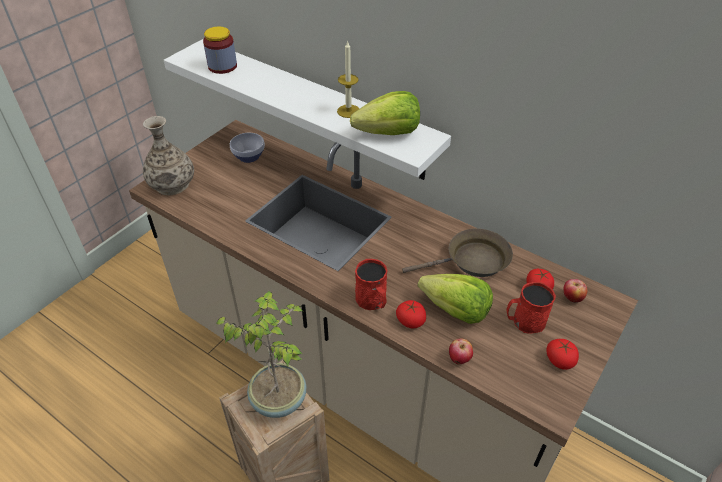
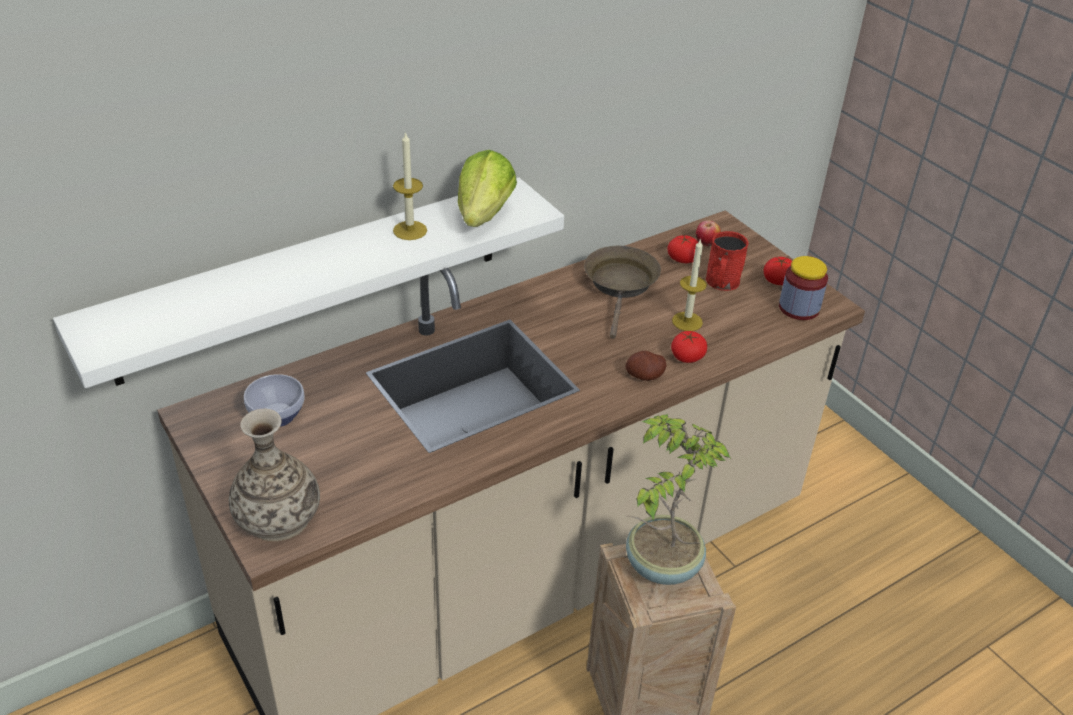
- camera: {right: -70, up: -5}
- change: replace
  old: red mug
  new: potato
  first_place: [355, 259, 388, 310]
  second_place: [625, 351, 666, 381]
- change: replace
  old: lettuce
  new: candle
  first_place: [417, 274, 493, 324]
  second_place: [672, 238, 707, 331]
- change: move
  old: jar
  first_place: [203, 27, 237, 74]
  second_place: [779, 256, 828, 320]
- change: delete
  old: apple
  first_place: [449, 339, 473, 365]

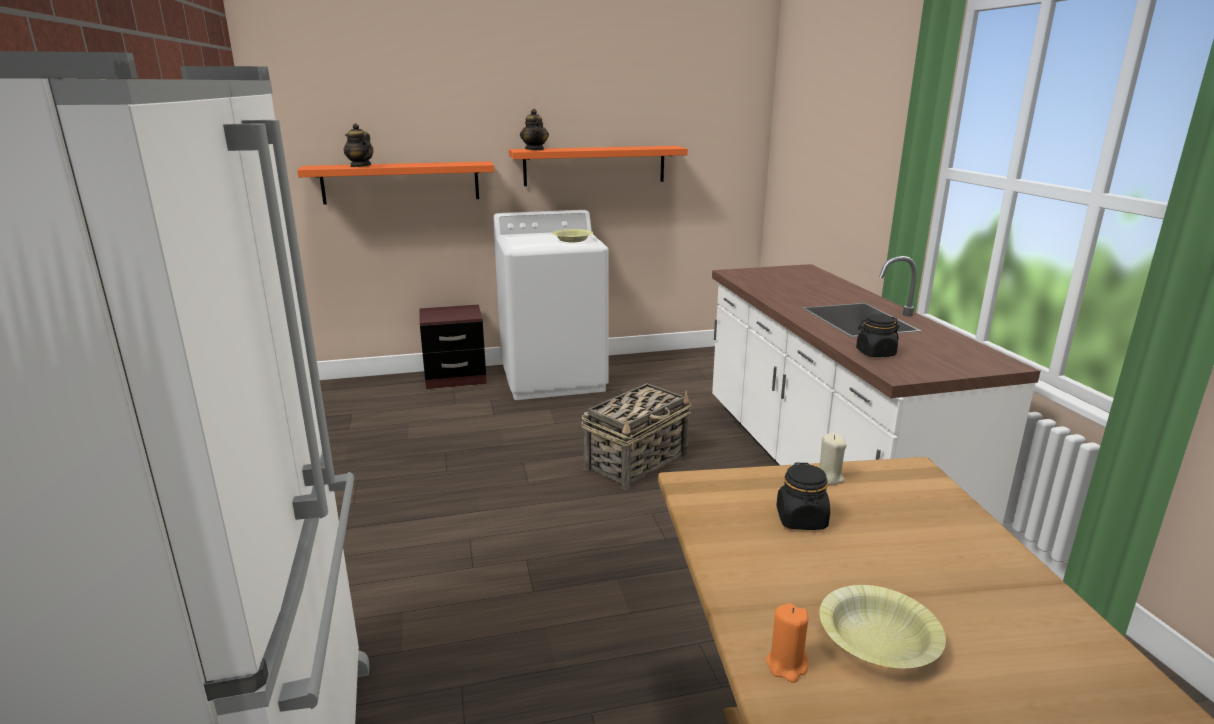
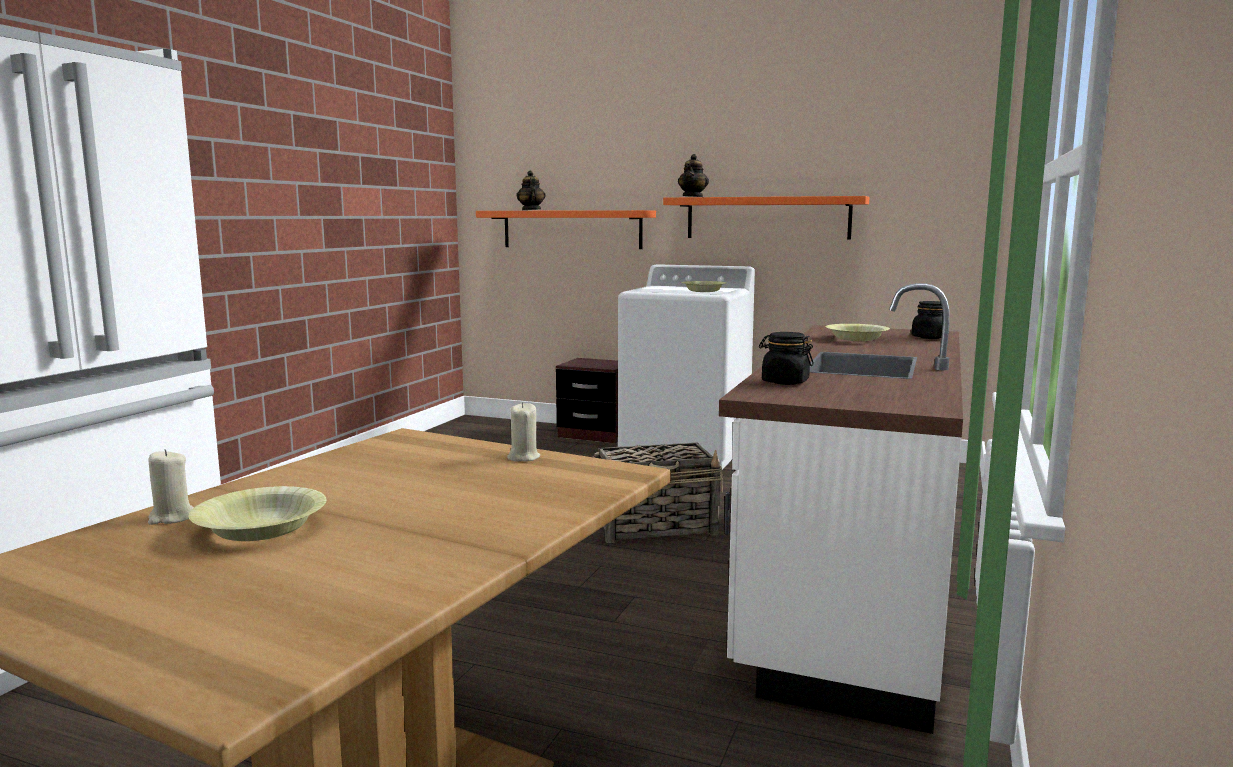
- camera: {right: 35, up: -10}
- change: recolor
  old: orange candle
  new: beige candle
  first_place: [766, 603, 808, 683]
  second_place: [148, 449, 194, 525]
- change: insert
  new: yellow bowl
  second_place: [825, 324, 890, 341]
- change: move
  old: black jar
  first_place: [776, 463, 830, 530]
  second_place: [911, 301, 943, 339]

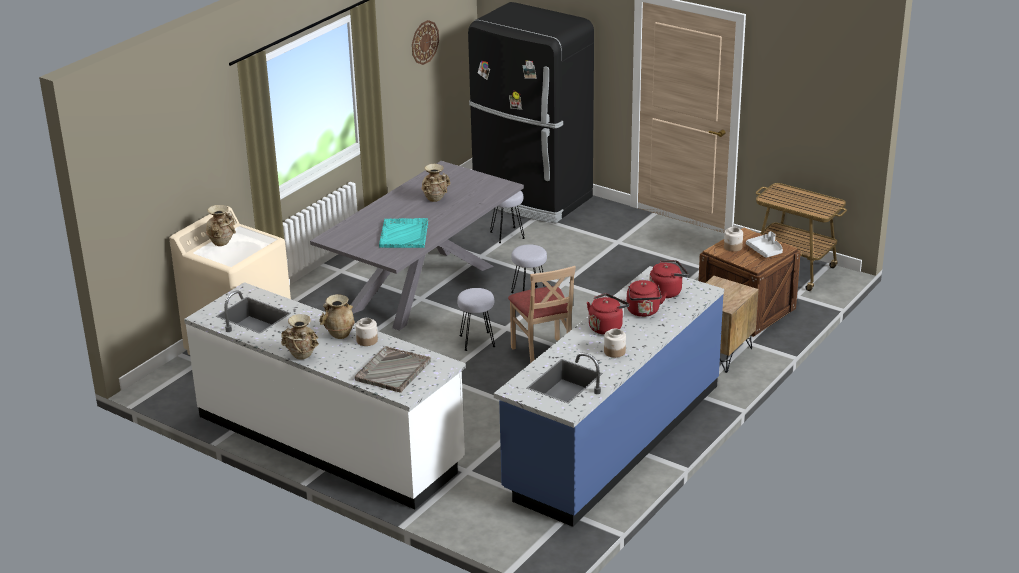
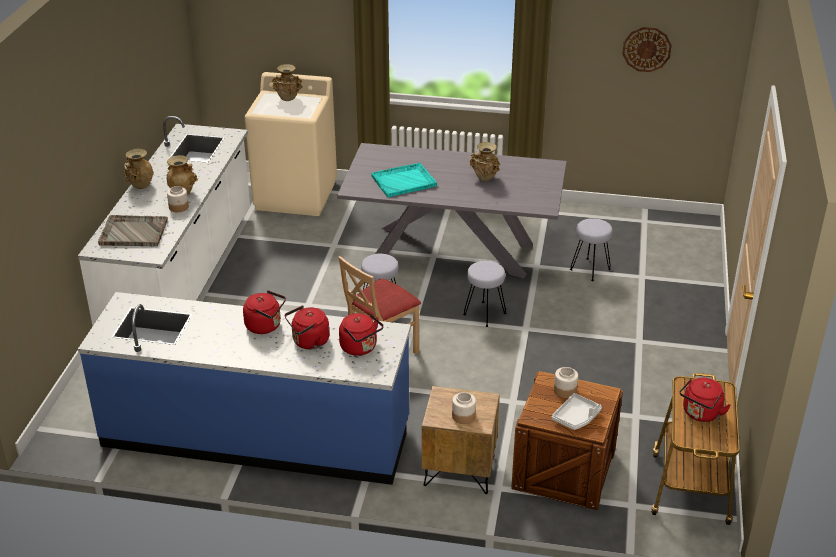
- camera: {right: 65, up: 5}
- change: move
  old: jar
  first_place: [604, 329, 626, 358]
  second_place: [452, 392, 476, 424]
- change: insert
  new: red kettle
  second_place: [680, 378, 731, 422]
- change: delete
  old: black fridge
  first_place: [468, 2, 594, 223]

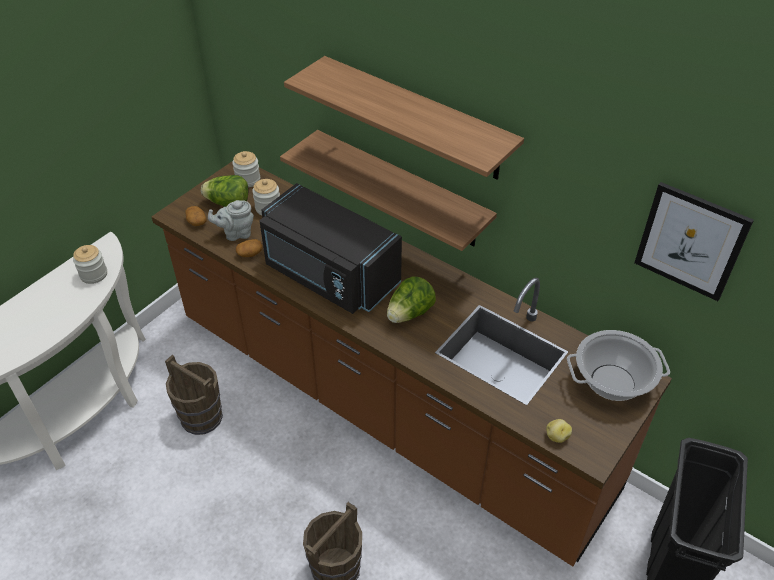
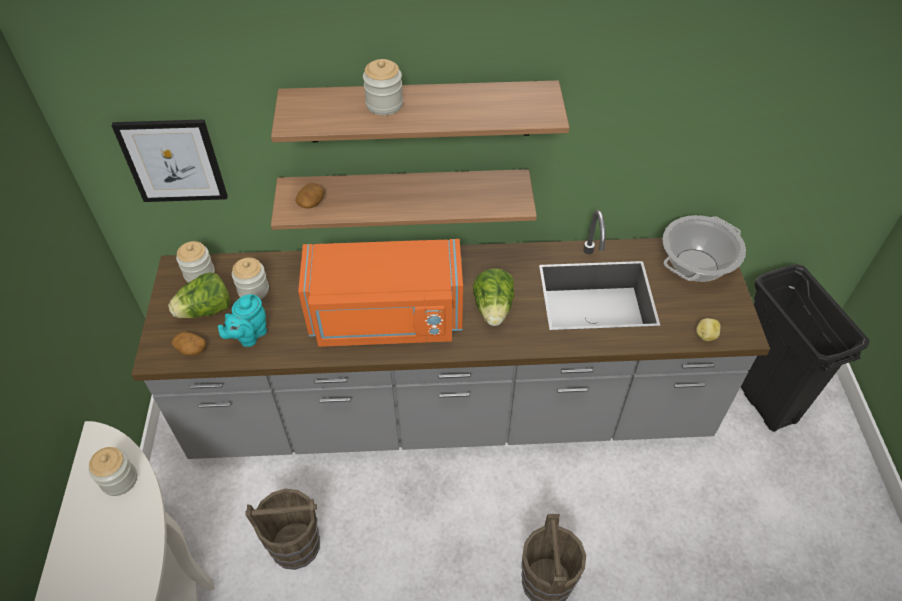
- camera: {right: -40, up: 5}
- change: move
  old: picture
  first_place: [634, 182, 754, 301]
  second_place: [111, 119, 228, 202]
- change: recolor
  old: brown counter
  new: grey counter
  first_place: [151, 161, 672, 566]
  second_place: [131, 210, 770, 459]
- change: recolor
  old: grey teapot
  new: turquoise teapot
  first_place: [208, 200, 254, 241]
  second_place: [218, 294, 267, 347]
- change: move
  old: potato
  first_place: [236, 239, 263, 257]
  second_place: [295, 183, 324, 209]
- change: recolor
  old: black microwave
  new: orange microwave
  first_place: [260, 183, 402, 314]
  second_place: [298, 239, 463, 347]
- change: insert
  new: jar
  second_place: [363, 59, 403, 115]

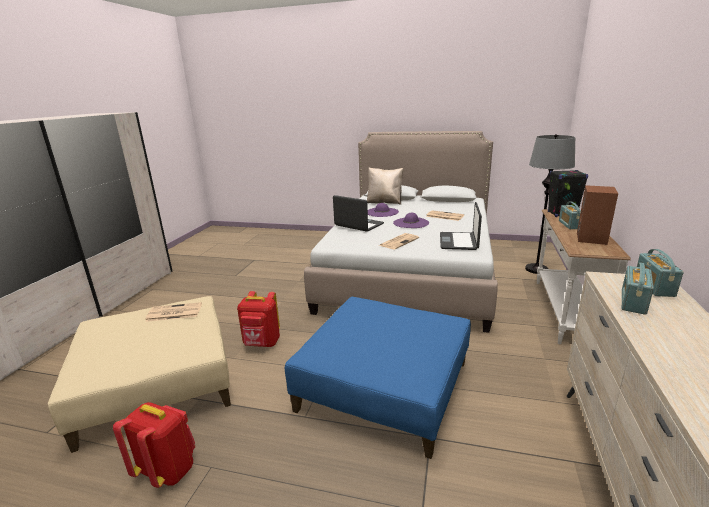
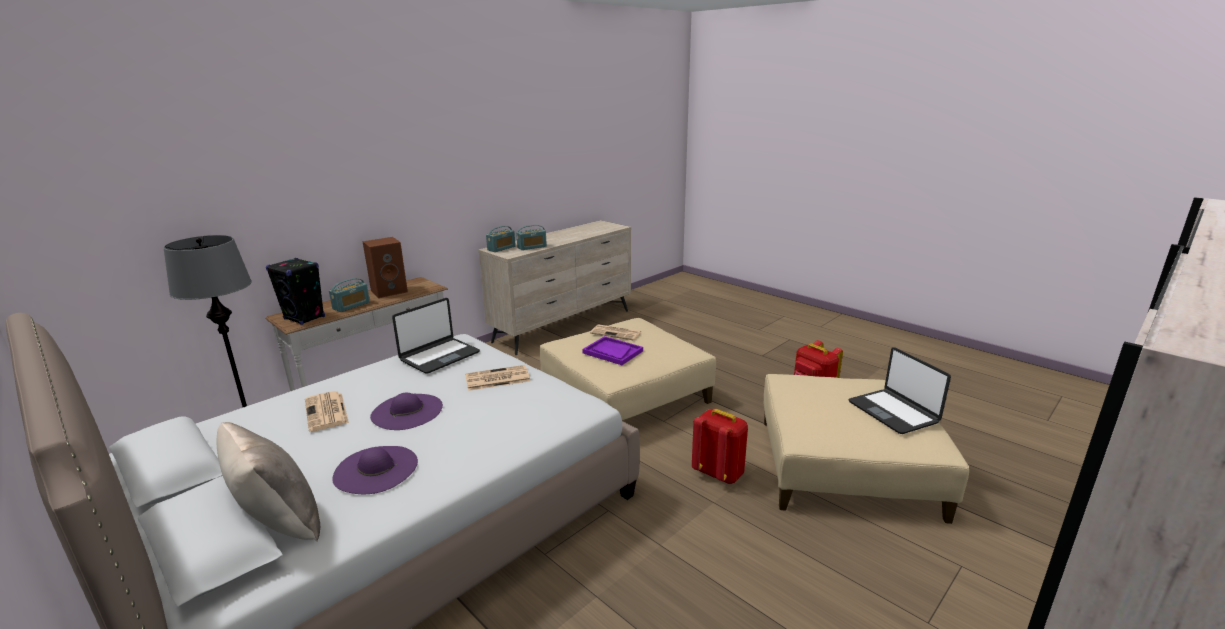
- camera: {right: -150, up: 0}
- change: recolor
  old: blue ottoman
  new: beige ottoman
  first_place: [285, 297, 471, 459]
  second_place: [540, 318, 716, 420]
- change: insert
  new: purple tray
  second_place: [582, 336, 643, 365]
- change: move
  old: newspaper
  first_place: [145, 302, 202, 322]
  second_place: [590, 324, 641, 340]
- change: move
  old: laptop
  first_place: [333, 195, 384, 232]
  second_place: [849, 347, 951, 434]

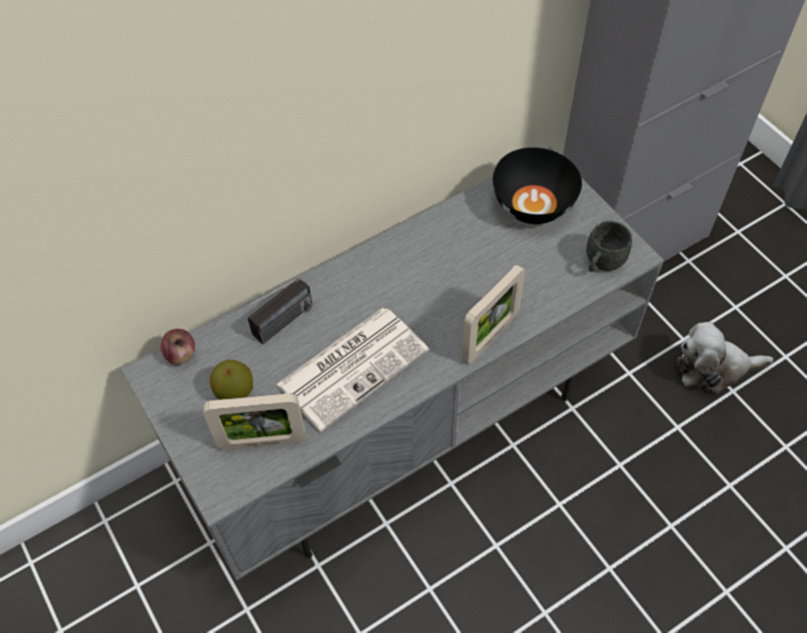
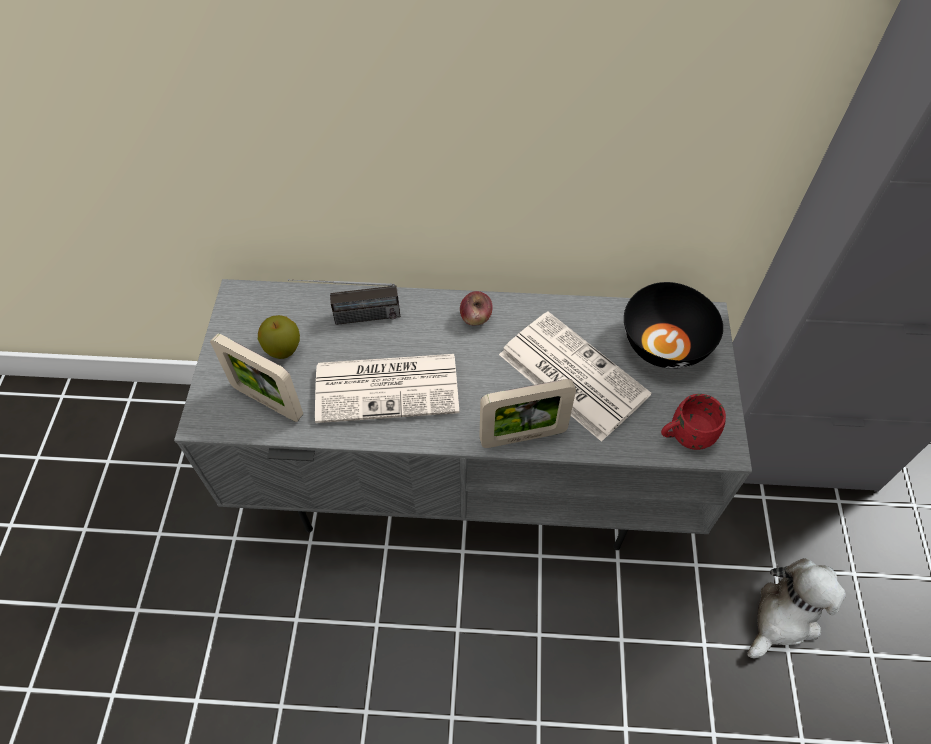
- camera: {right: 35, up: 0}
- change: move
  old: apple
  first_place: [161, 329, 195, 365]
  second_place: [460, 291, 493, 325]
- change: insert
  new: newspaper
  second_place: [499, 312, 651, 442]
- change: recolor
  old: grey mug
  new: red mug
  first_place: [586, 221, 632, 272]
  second_place: [661, 394, 726, 450]
- change: rotate
  old: plush toy
  first_place: [677, 322, 773, 394]
  second_place: [747, 558, 846, 659]
  degrees: 105

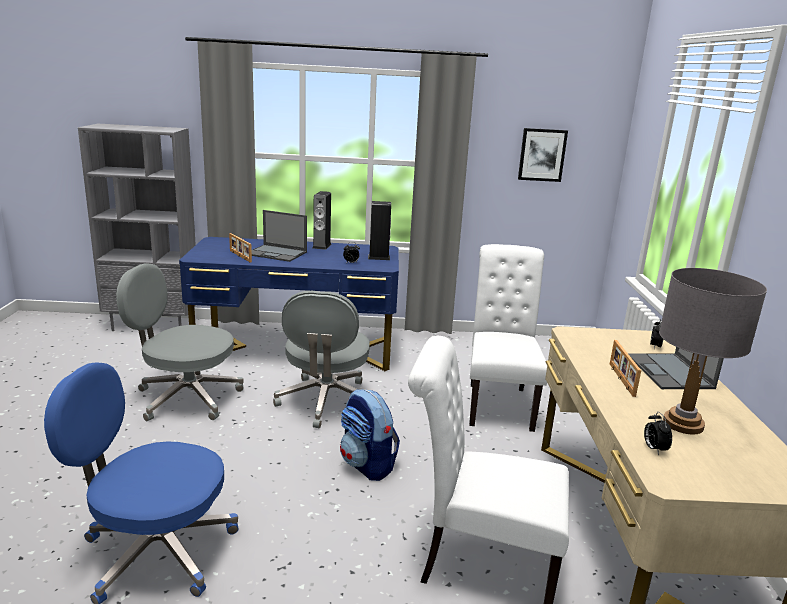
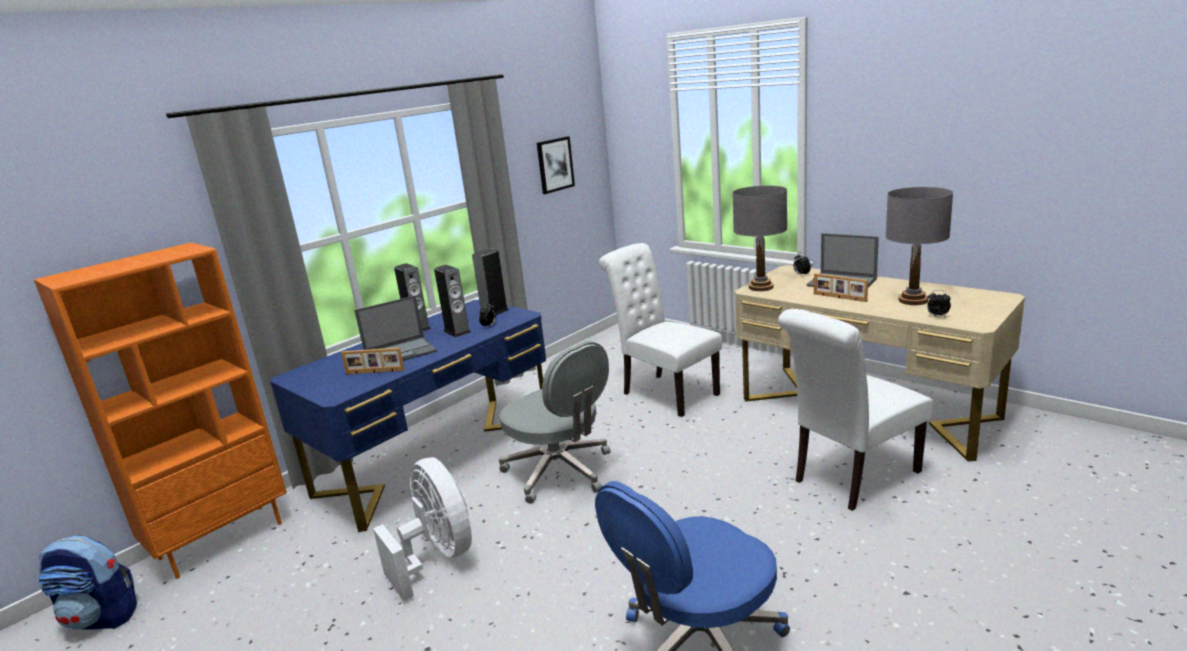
- camera: {right: -45, up: 0}
- change: recolor
  old: grey bookcase
  new: orange bookcase
  first_place: [78, 124, 196, 331]
  second_place: [34, 243, 287, 579]
- change: move
  old: backpack
  first_place: [340, 389, 400, 481]
  second_place: [38, 535, 137, 630]
- change: replace
  old: grey office chair
  new: white fan
  first_place: [116, 264, 244, 421]
  second_place: [373, 457, 472, 601]
- change: insert
  new: speaker
  second_place: [434, 265, 471, 338]
- change: insert
  new: grey table lamp
  second_place: [732, 186, 787, 291]

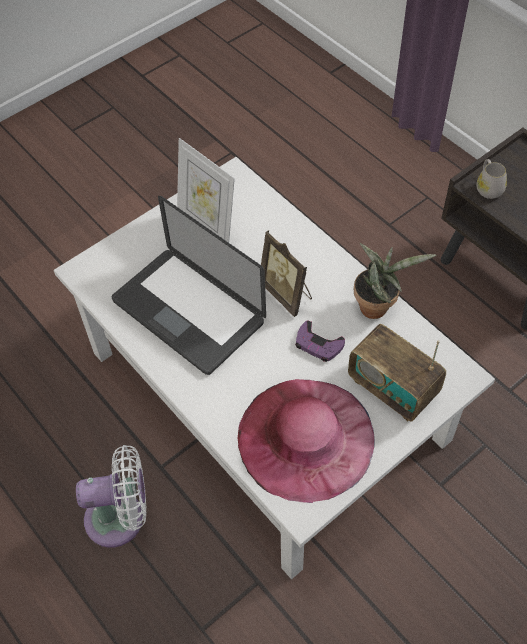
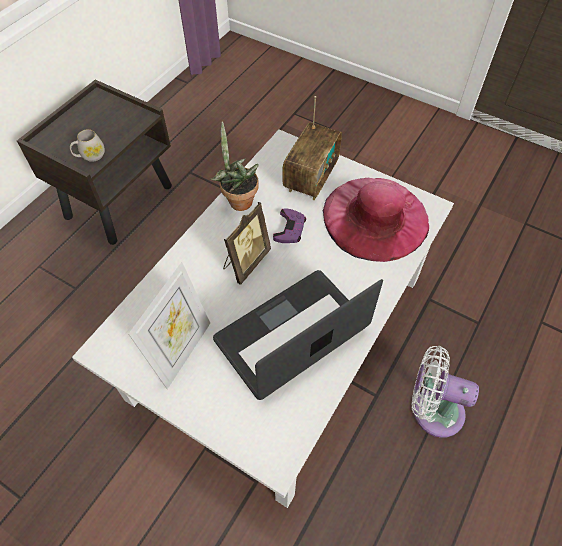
- camera: {right: -110, up: 0}
- change: rotate
  old: laptop
  first_place: [112, 196, 266, 375]
  second_place: [213, 270, 383, 400]
  degrees: -150
- change: rotate
  old: white fan
  first_place: [76, 445, 146, 548]
  second_place: [412, 346, 479, 438]
  degrees: -45

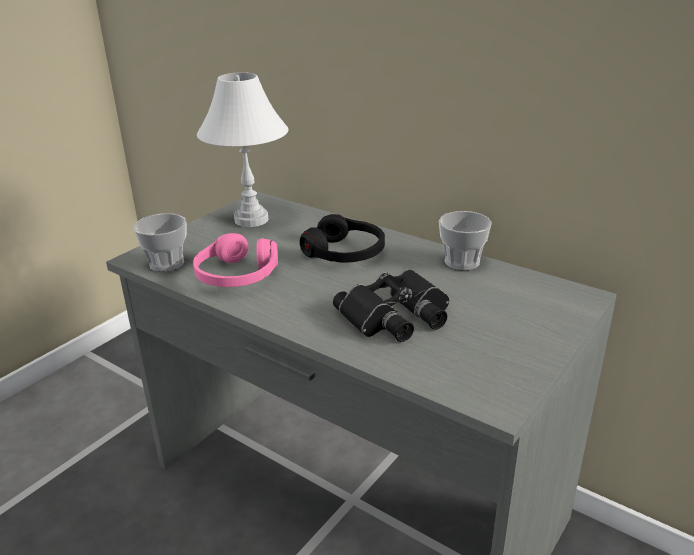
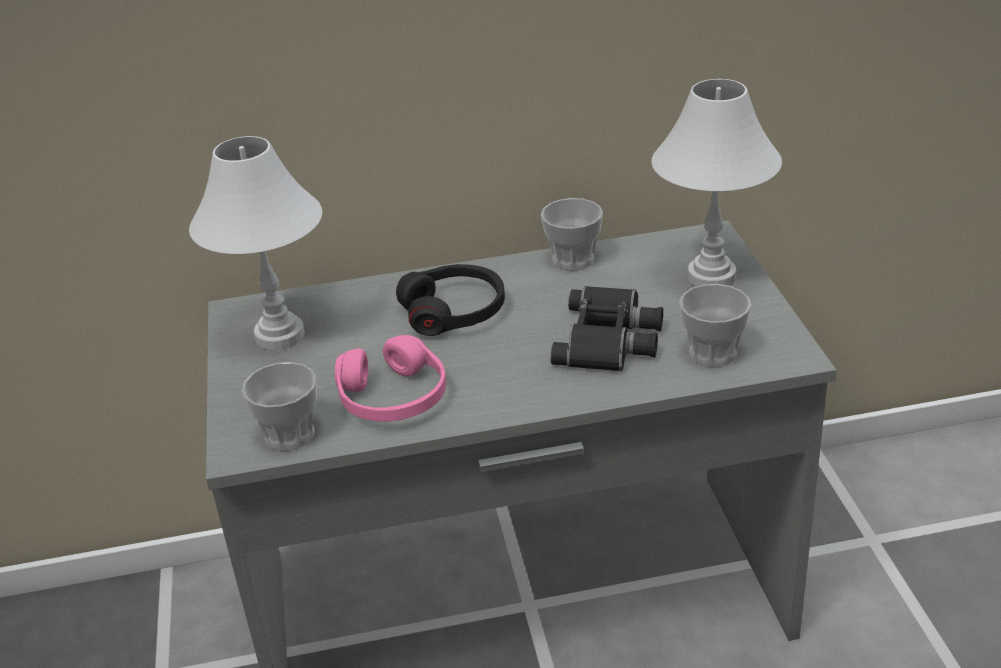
- camera: {right: -45, up: 5}
- change: insert
  new: white table lamp
  second_place: [651, 79, 782, 286]
- change: insert
  new: cup
  second_place: [679, 284, 751, 367]

